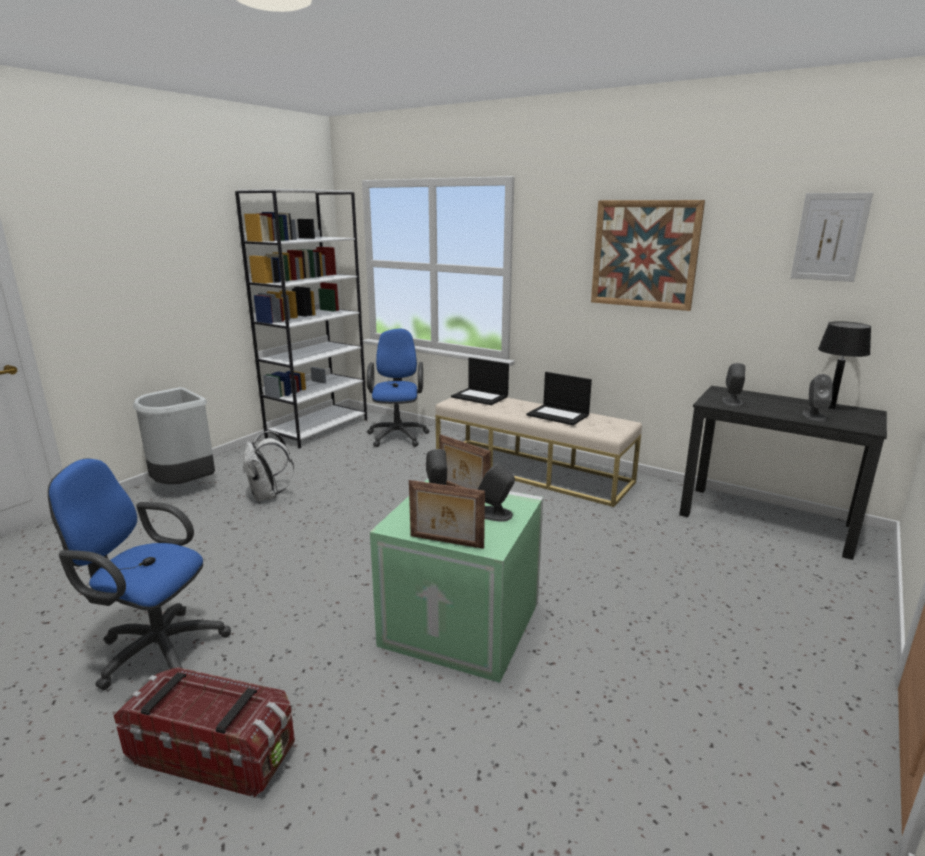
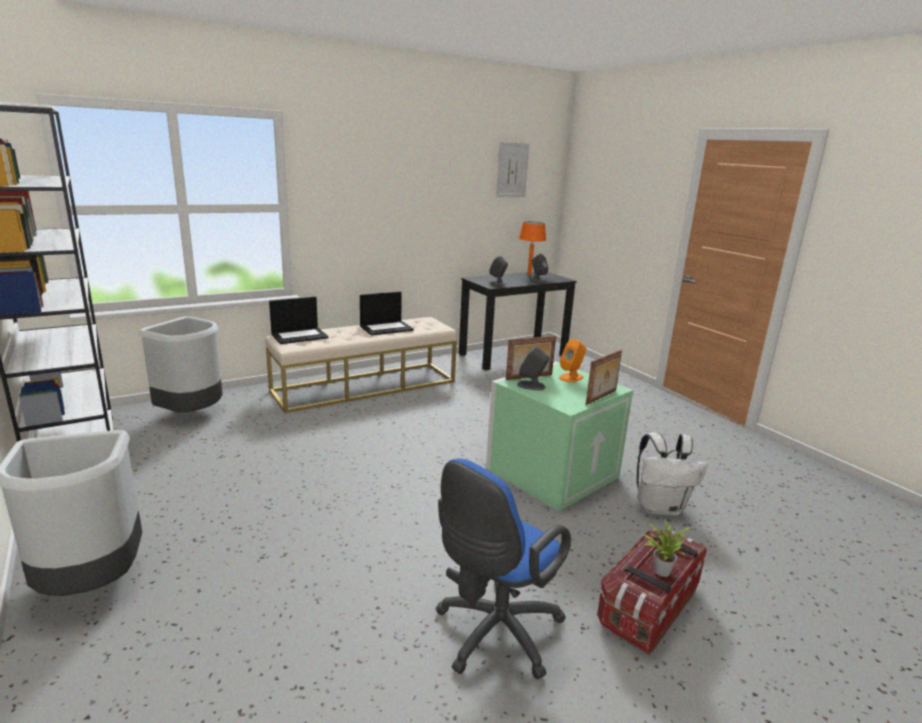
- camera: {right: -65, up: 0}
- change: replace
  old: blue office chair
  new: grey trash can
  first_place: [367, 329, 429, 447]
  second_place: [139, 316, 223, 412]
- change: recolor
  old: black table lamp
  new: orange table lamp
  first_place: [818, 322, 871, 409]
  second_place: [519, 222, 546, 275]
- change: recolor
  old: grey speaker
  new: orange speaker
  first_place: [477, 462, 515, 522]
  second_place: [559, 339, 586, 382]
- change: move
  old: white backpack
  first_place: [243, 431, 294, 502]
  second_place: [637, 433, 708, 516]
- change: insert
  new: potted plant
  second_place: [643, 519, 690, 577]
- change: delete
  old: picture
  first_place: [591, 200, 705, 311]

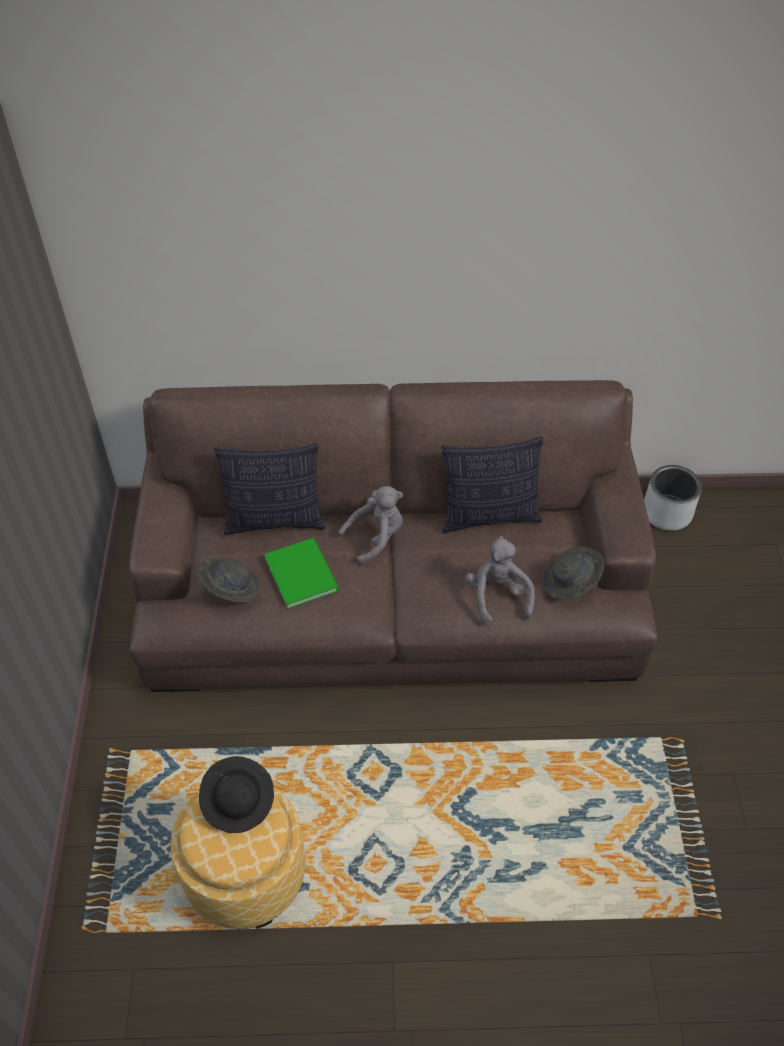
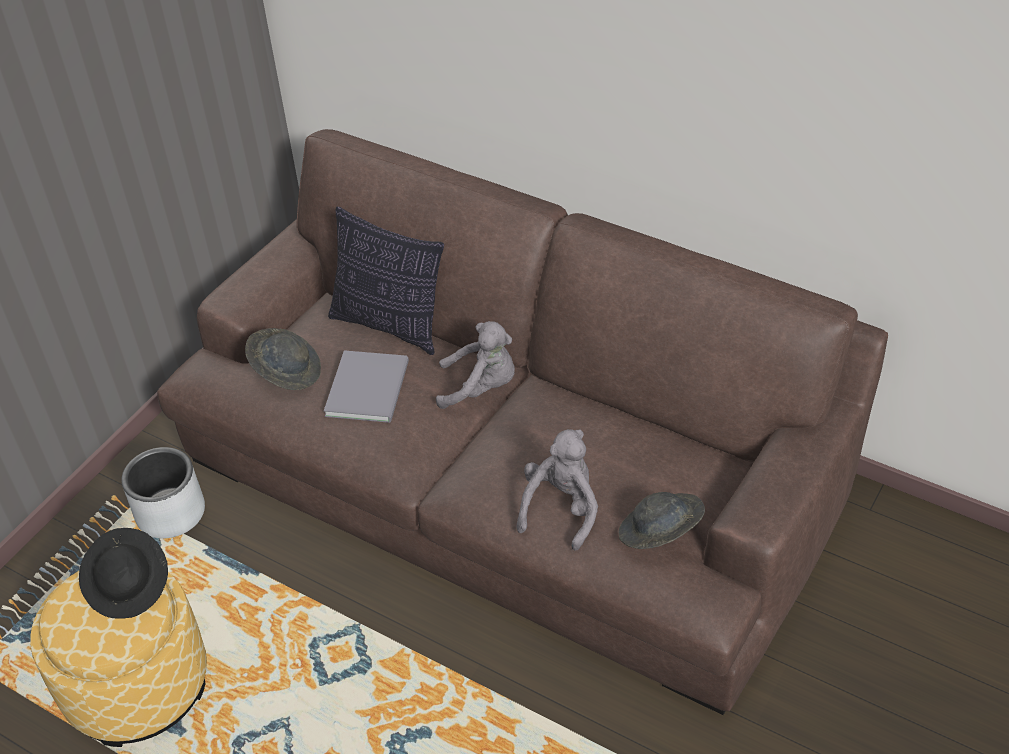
- camera: {right: 35, up: -5}
- change: move
  old: grey planter
  first_place: [644, 465, 702, 530]
  second_place: [121, 447, 205, 539]
- change: recolor
  old: green book
  new: grey book
  first_place: [264, 538, 339, 609]
  second_place: [324, 350, 409, 423]
- change: delete
  old: pillow
  first_place: [442, 437, 544, 534]

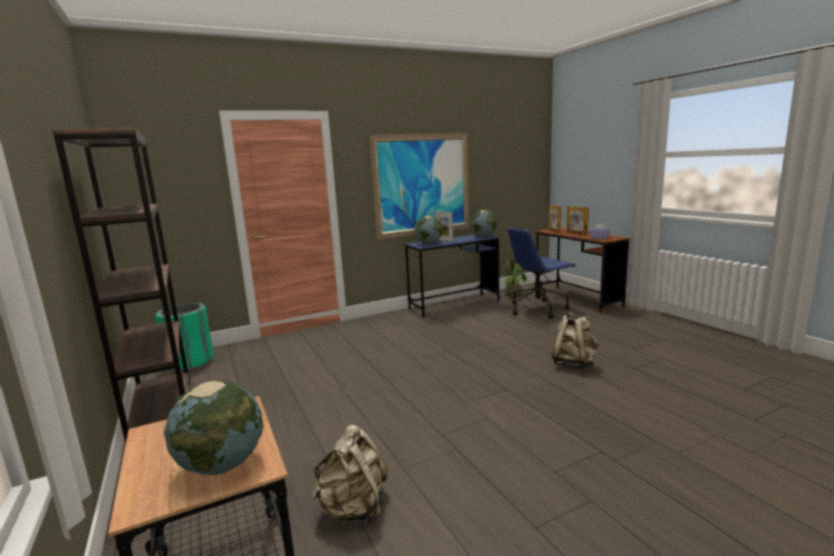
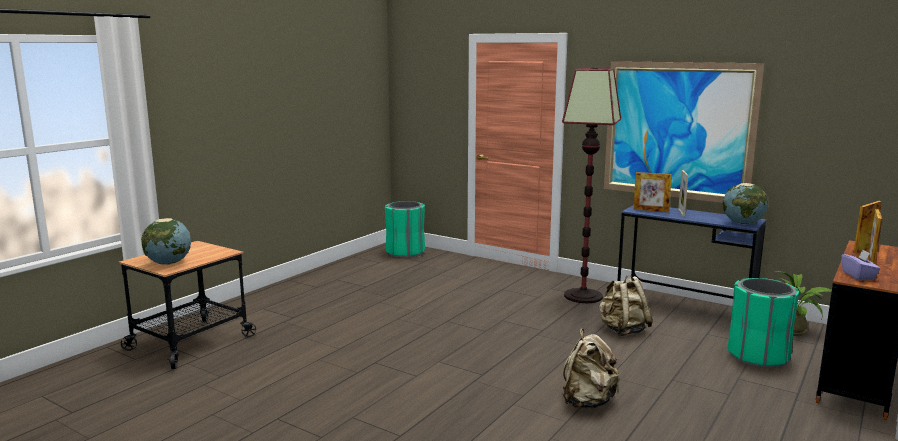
- camera: {right: 60, up: 0}
- change: insert
  new: floor lamp
  second_place: [562, 68, 621, 303]
- change: move
  old: beige backpack
  first_place: [312, 425, 388, 524]
  second_place: [599, 275, 653, 336]
- change: replace
  old: globe
  new: picture frame
  first_place: [414, 216, 443, 245]
  second_place: [633, 172, 672, 212]
- change: replace
  old: blue office chair
  new: green trash can
  first_place: [507, 226, 577, 319]
  second_place: [728, 278, 799, 368]
- change: delete
  old: brown bookcase
  first_place: [52, 128, 190, 444]

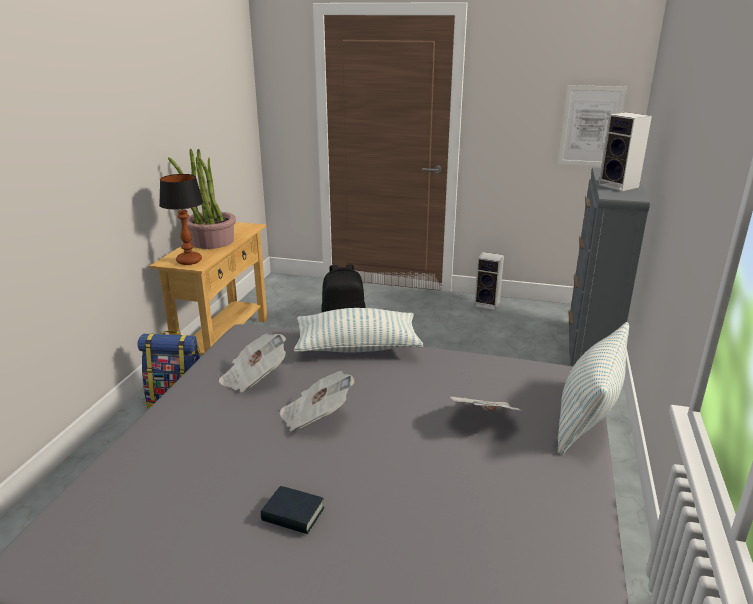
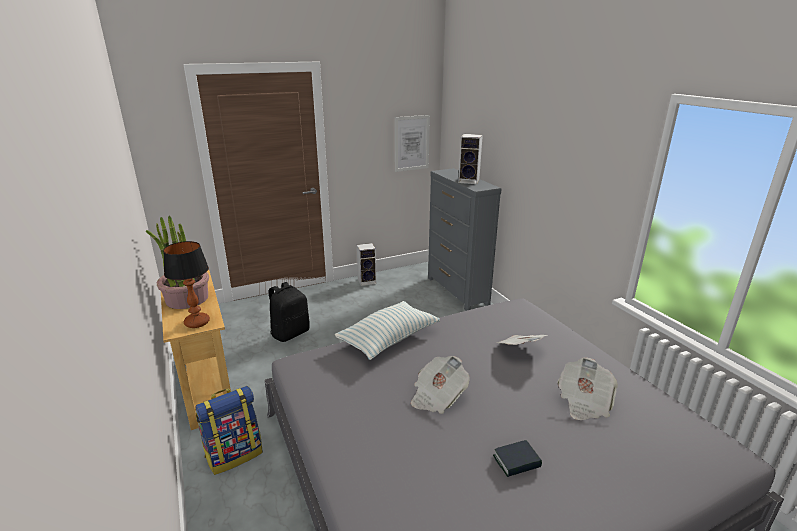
- camera: {right: -40, up: 0}
- change: move
  old: newspaper
  first_place: [219, 334, 286, 392]
  second_place: [557, 357, 618, 420]
- change: delete
  old: pillow
  first_place: [558, 322, 629, 455]

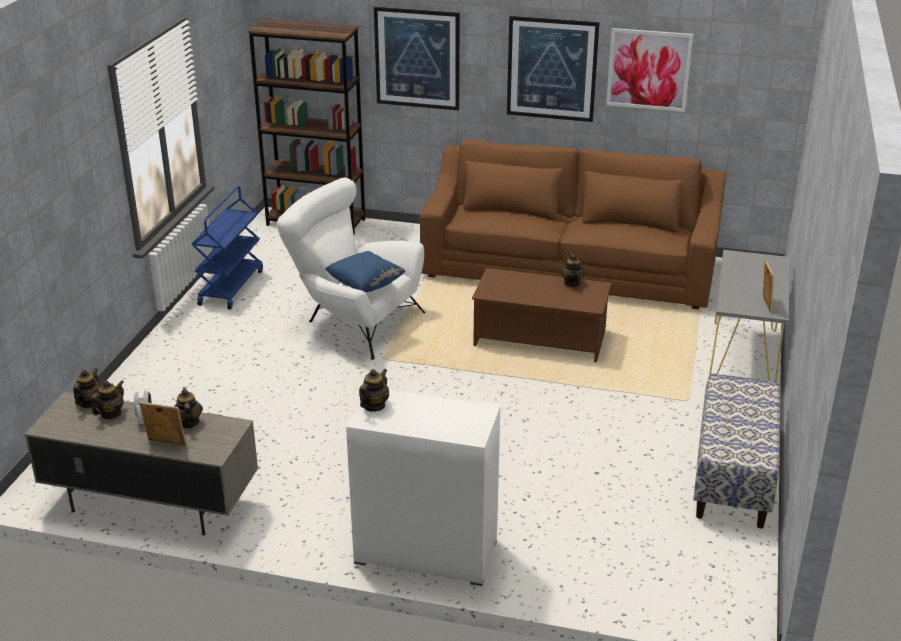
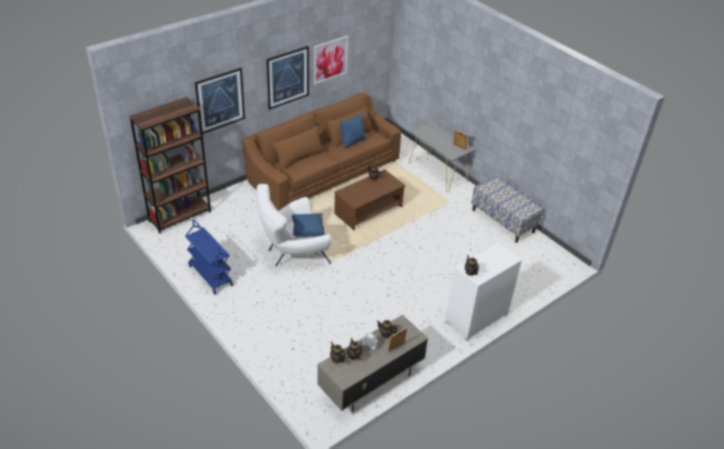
- camera: {right: -55, up: 10}
- change: insert
  new: blue pillow
  second_place: [340, 114, 367, 148]

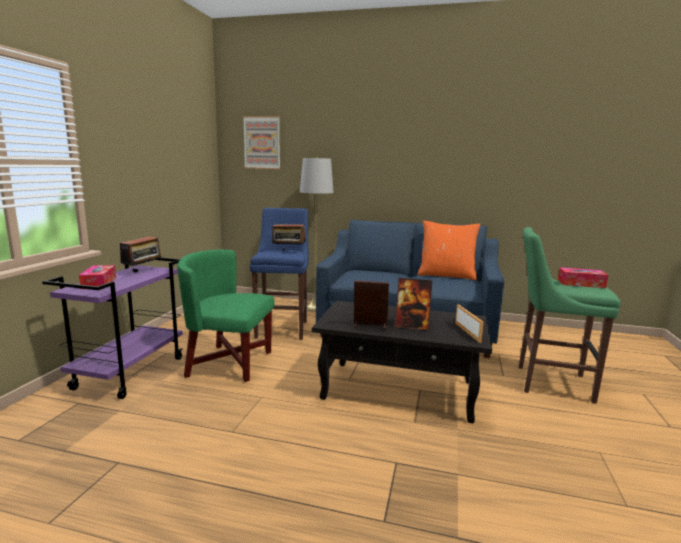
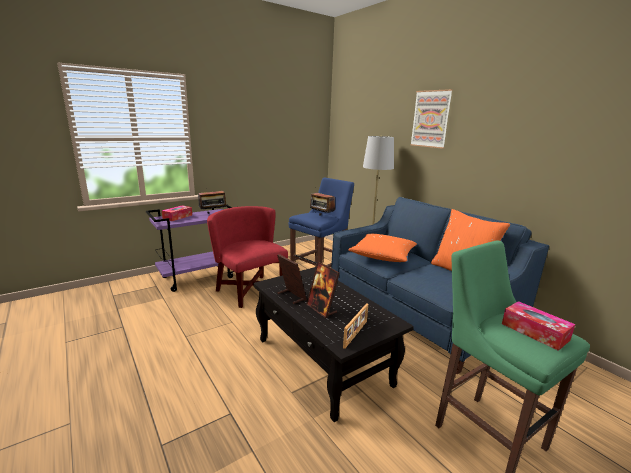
- camera: {right: 40, up: 5}
- change: recolor
  old: green armchair
  new: red armchair
  first_place: [177, 249, 275, 382]
  second_place: [207, 206, 288, 308]
- change: insert
  new: orange pillow
  second_place: [348, 234, 417, 262]
- change: move
  old: picture
  first_place: [243, 116, 280, 169]
  second_place: [410, 89, 453, 149]

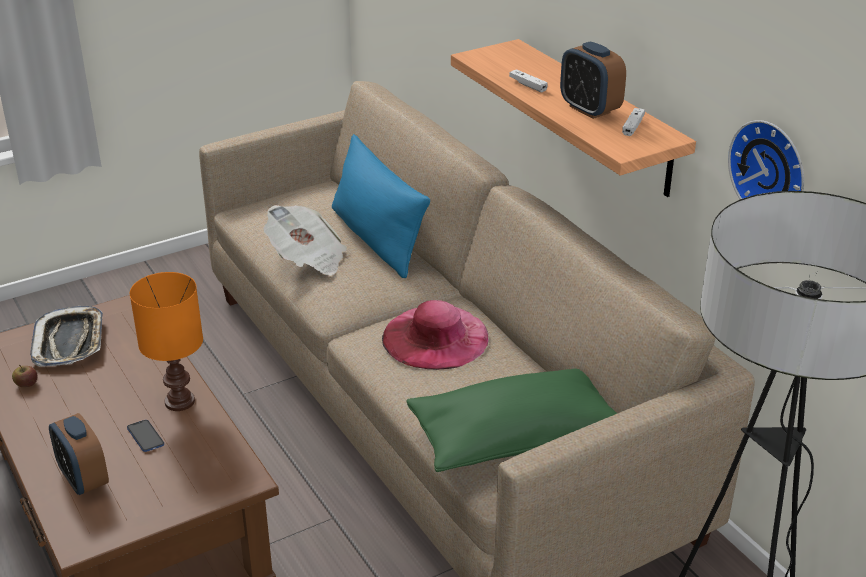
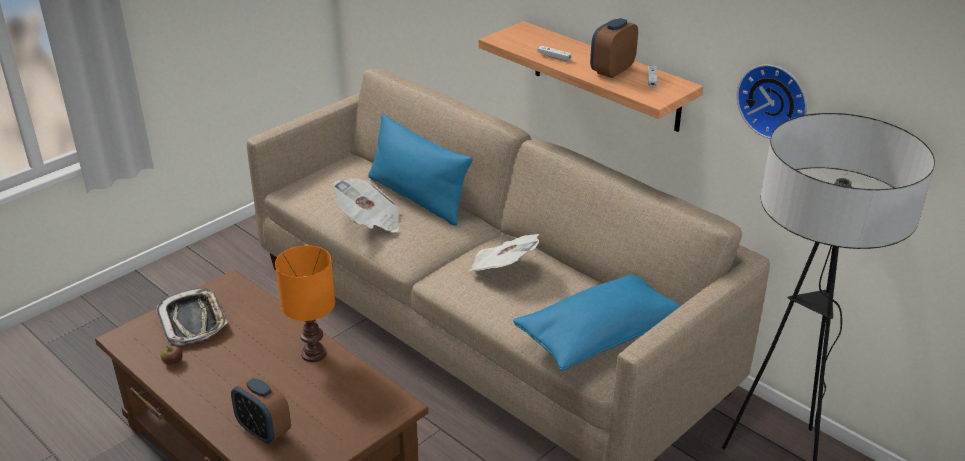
- camera: {right: -15, up: 0}
- change: replace
  old: pink hat
  new: newspaper
  first_place: [382, 300, 488, 370]
  second_place: [469, 234, 539, 271]
- change: recolor
  old: green pillow
  new: blue pillow
  first_place: [407, 368, 617, 472]
  second_place: [513, 275, 681, 371]
- change: rotate
  old: alarm clock
  first_place: [560, 41, 626, 119]
  second_place: [590, 18, 638, 78]
  degrees: 90
- change: delete
  old: phone
  first_place: [127, 420, 164, 452]

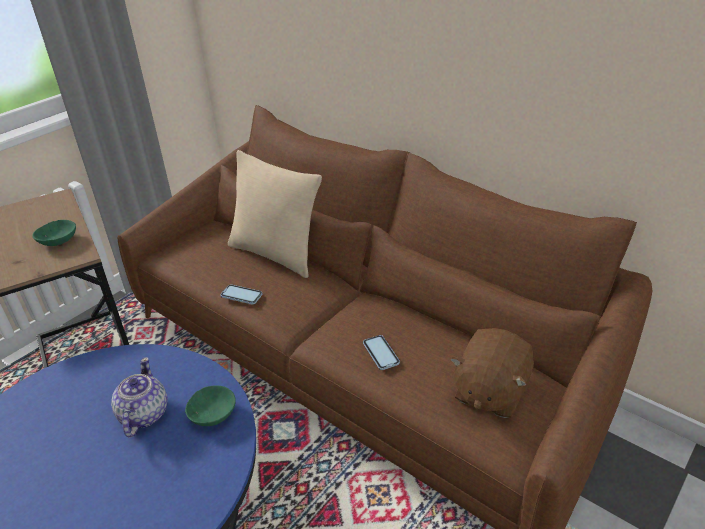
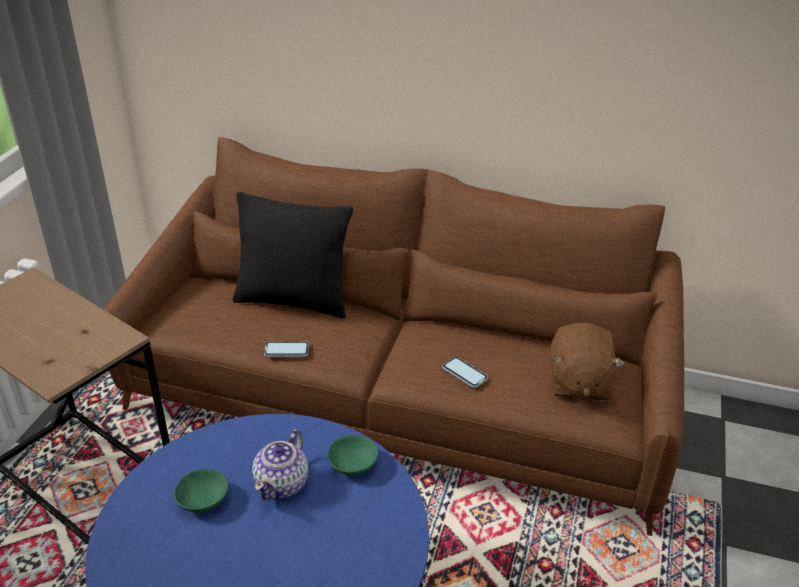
- camera: {right: -25, up: 0}
- change: move
  old: green bowl
  first_place: [32, 220, 76, 246]
  second_place: [174, 469, 228, 513]
- change: recolor
  old: beige pillow
  new: black pillow
  first_place: [228, 150, 322, 278]
  second_place: [233, 192, 353, 318]
- change: rotate
  old: teapot
  first_place: [111, 357, 168, 438]
  second_place: [252, 429, 308, 501]
  degrees: -135

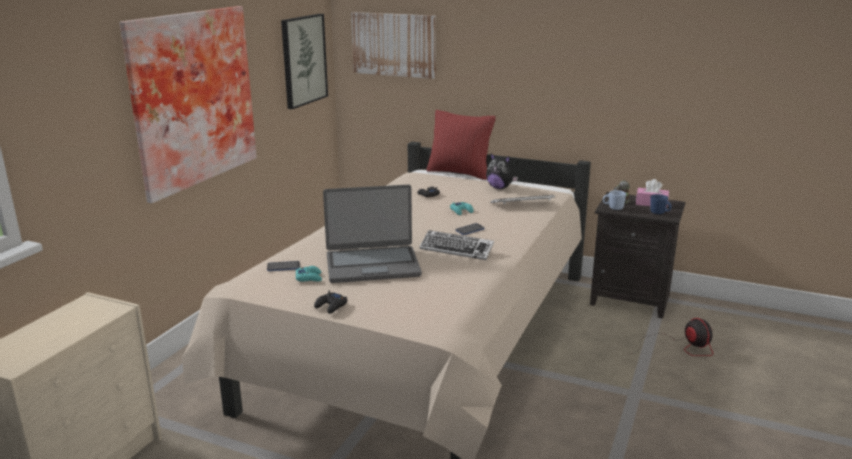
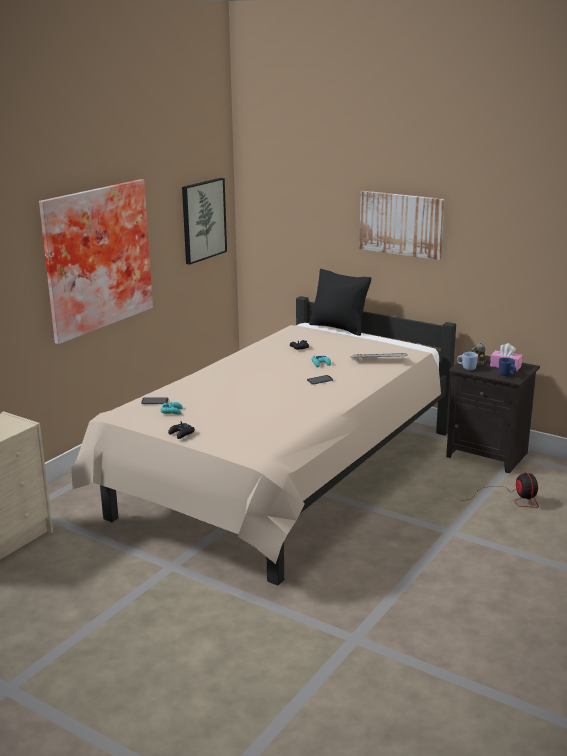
- camera: {right: 10, up: 0}
- change: recolor
  old: red pillow
  new: black pillow
  first_place: [427, 110, 496, 180]
  second_place: [309, 269, 371, 336]
- change: move
  old: picture
  first_place: [351, 12, 436, 79]
  second_place: [359, 191, 444, 260]
- change: delete
  old: laptop
  first_place: [323, 185, 422, 283]
- change: delete
  old: keyboard
  first_place: [419, 230, 494, 260]
- change: delete
  old: plush toy
  first_place: [486, 153, 518, 189]

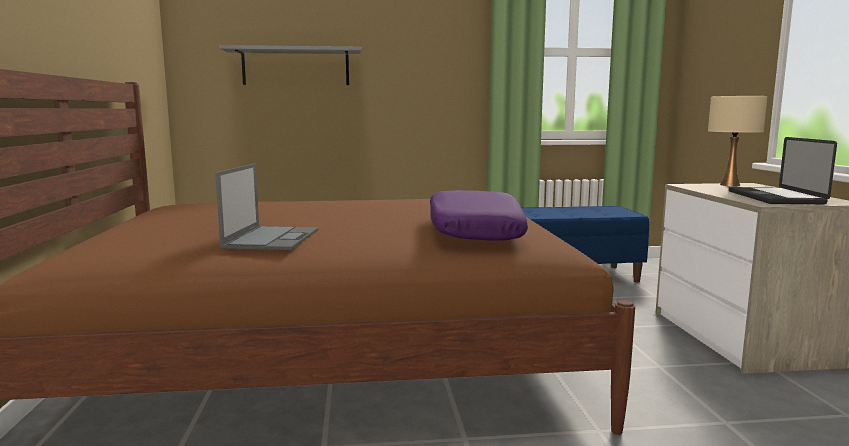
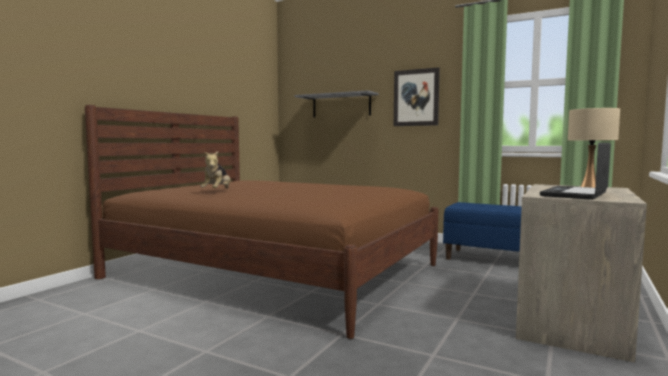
- camera: {right: 35, up: -5}
- change: replace
  old: laptop
  new: plush toy
  first_place: [215, 163, 318, 250]
  second_place: [200, 151, 231, 189]
- change: insert
  new: picture
  second_place: [394, 67, 440, 126]
- change: delete
  old: purple pillow
  first_place: [430, 190, 528, 241]

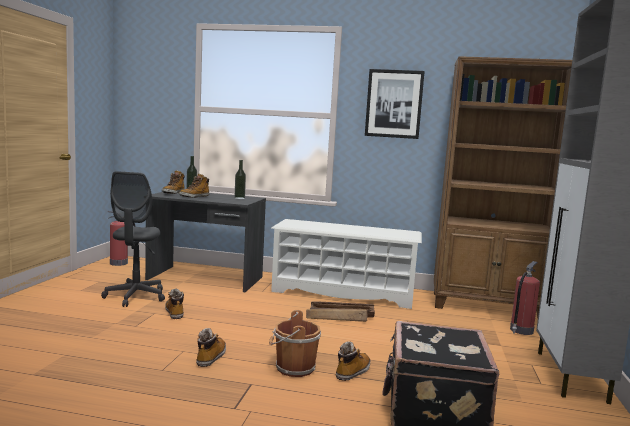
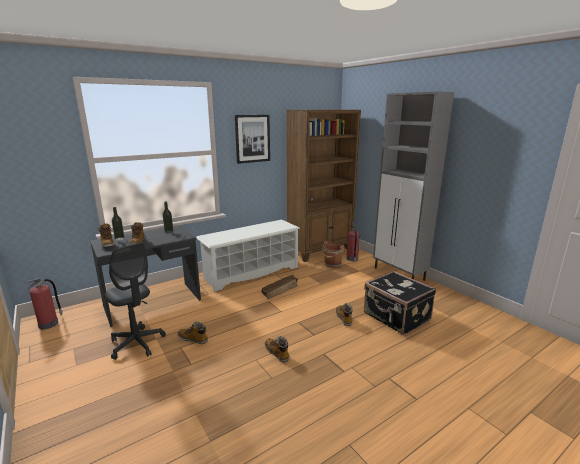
- camera: {right: -45, up: 10}
- change: move
  old: brown bucket
  first_place: [269, 310, 321, 377]
  second_place: [322, 241, 344, 268]

